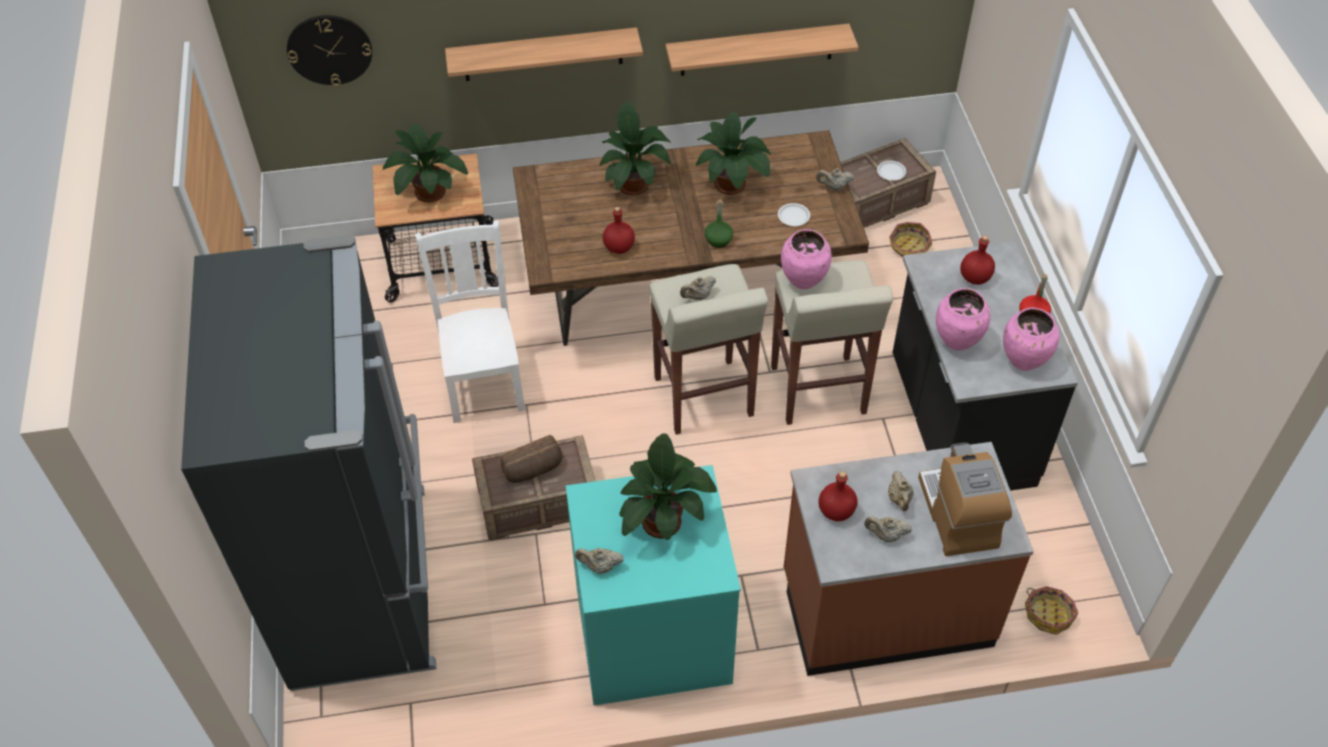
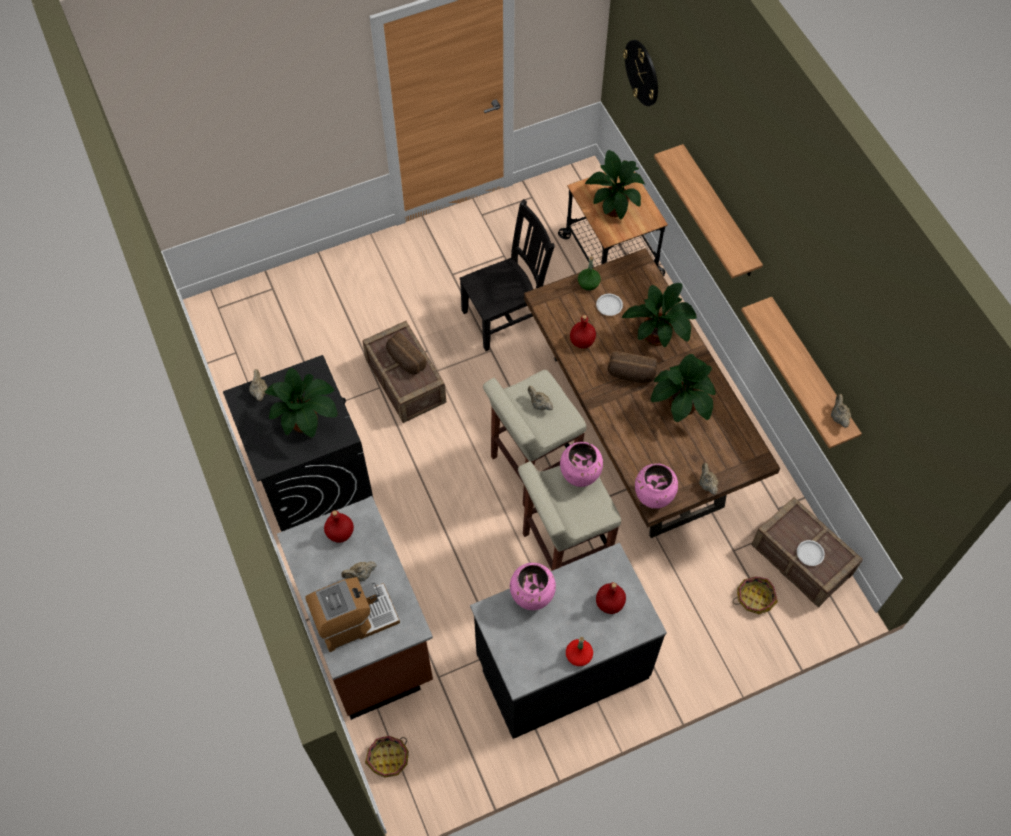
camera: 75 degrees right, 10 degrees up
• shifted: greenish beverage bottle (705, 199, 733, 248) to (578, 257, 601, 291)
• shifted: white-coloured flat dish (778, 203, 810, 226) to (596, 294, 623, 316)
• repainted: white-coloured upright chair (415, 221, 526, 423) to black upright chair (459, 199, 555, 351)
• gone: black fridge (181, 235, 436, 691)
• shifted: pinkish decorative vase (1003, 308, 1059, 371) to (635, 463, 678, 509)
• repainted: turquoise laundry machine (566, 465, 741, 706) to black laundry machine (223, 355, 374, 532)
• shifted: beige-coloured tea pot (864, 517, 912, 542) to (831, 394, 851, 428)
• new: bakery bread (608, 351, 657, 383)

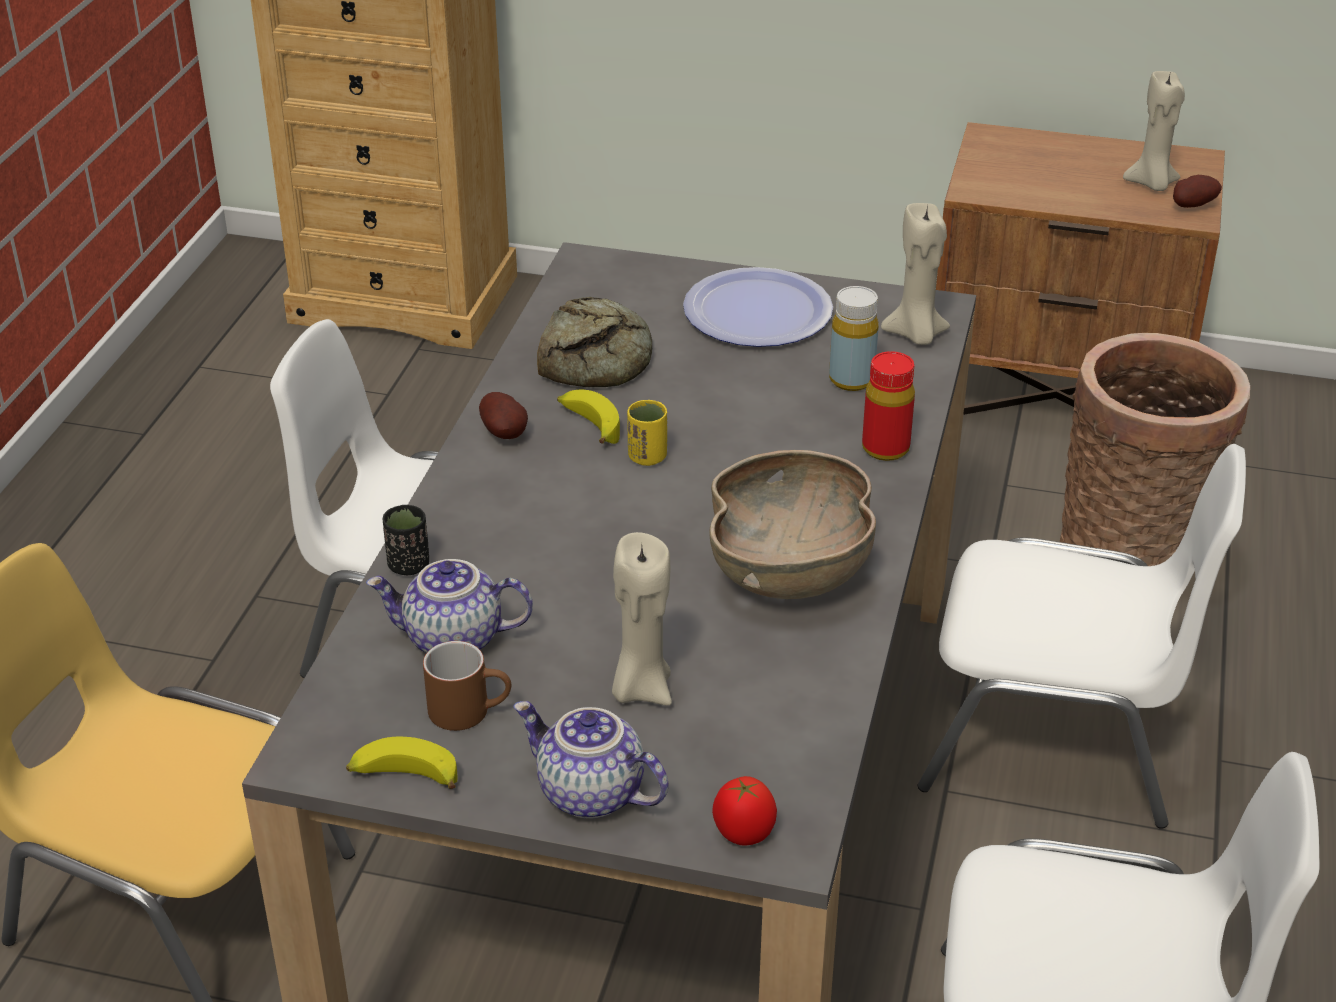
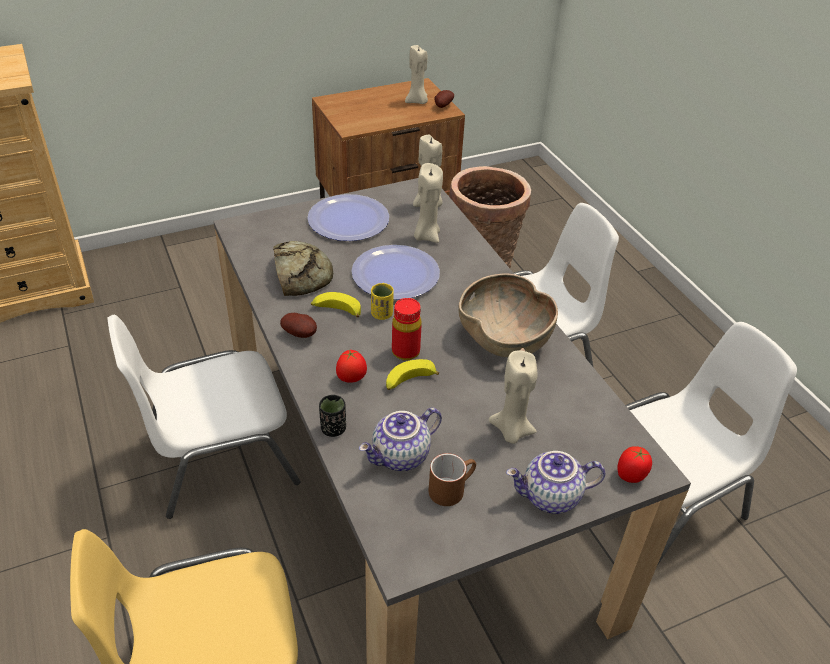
camera: 40 degrees left, 5 degrees up
• swapped: yellowish beverage bottle (829, 286, 879, 391) to beige-coloured wax light (414, 163, 443, 243)
• shifted: reddish beverage bottle (862, 351, 915, 461) to (392, 298, 422, 361)
• shifted: banana fruit (346, 737, 458, 789) to (386, 359, 439, 390)
• new: flat dish (351, 245, 440, 300)
• new: tomato (336, 349, 367, 383)

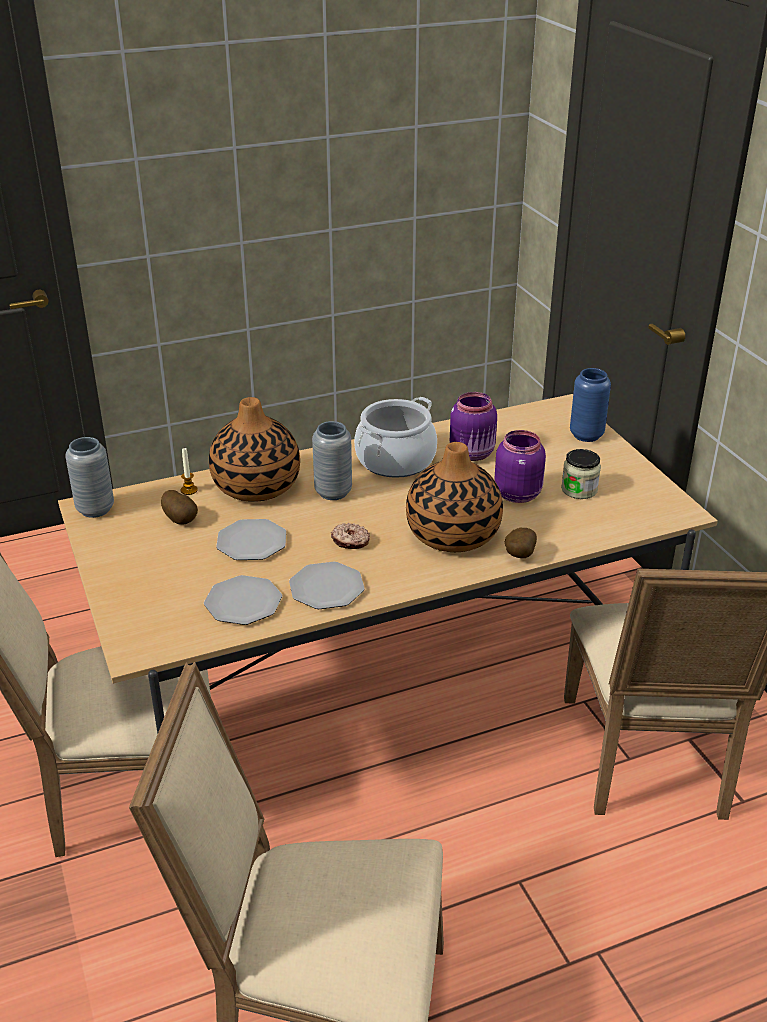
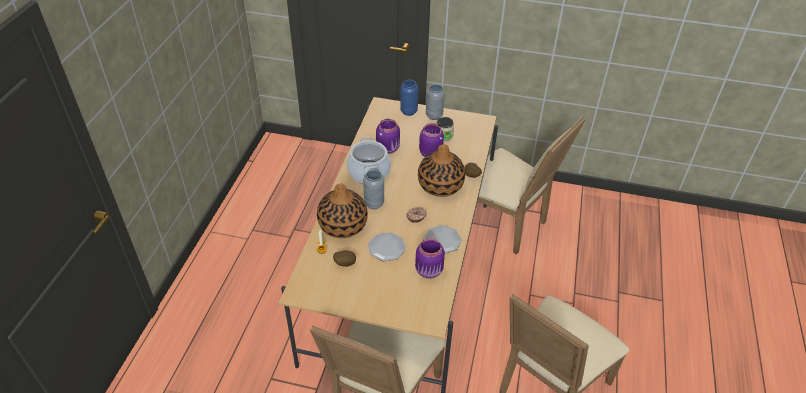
camera: 55 degrees left, 10 degrees up
• shifted: gray decorative vase (65, 437, 114, 518) to (426, 84, 445, 120)
• swapped: flat dish (204, 575, 282, 625) to purplish preserve jar (415, 238, 445, 279)

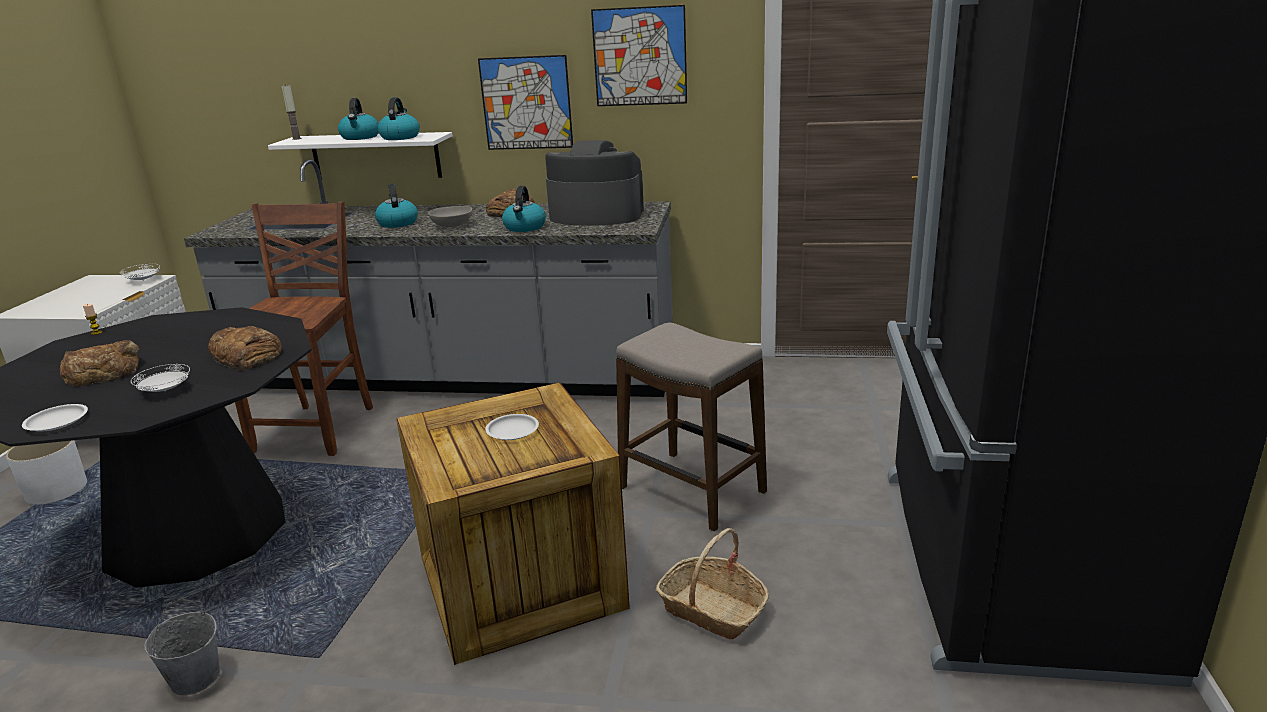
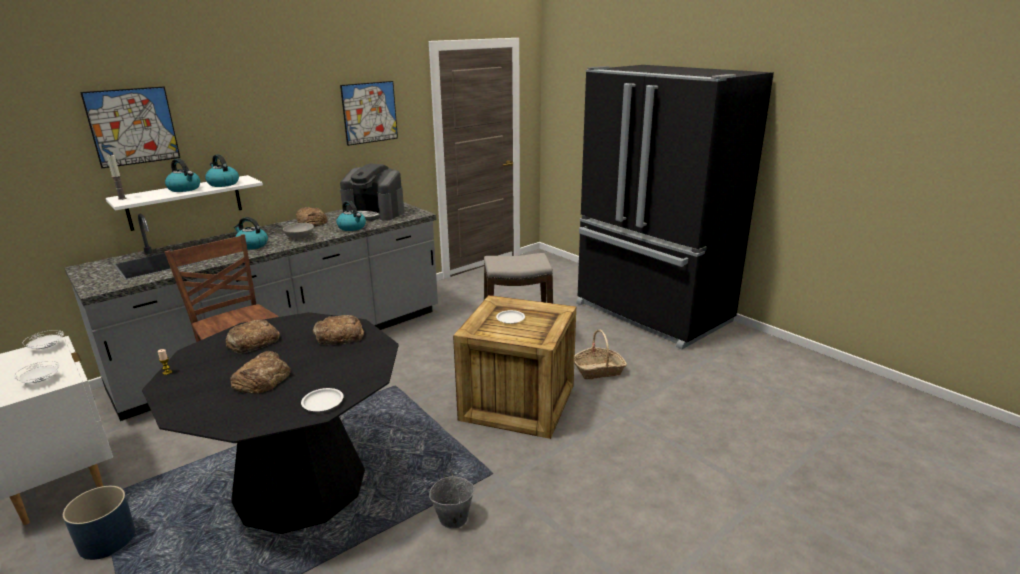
camera: 50 degrees left, 0 degrees up
• shifted: wall art (478, 55, 573, 150) to (80, 86, 180, 168)
• rotated: coffee maker (545, 140, 644, 225) = (340, 163, 404, 221) 120 degrees counterclockwise
• shifted: white-coloured flat dish (131, 364, 190, 392) to (14, 361, 59, 383)
• repainted: white-coloured flower pot (6, 440, 87, 505) to bluish flower pot (63, 486, 135, 560)
• new: bakery bread (226, 319, 280, 354)

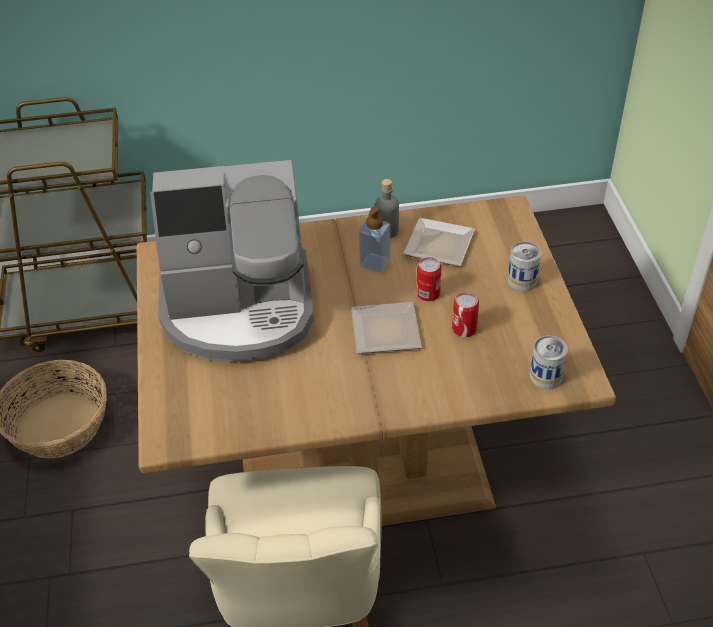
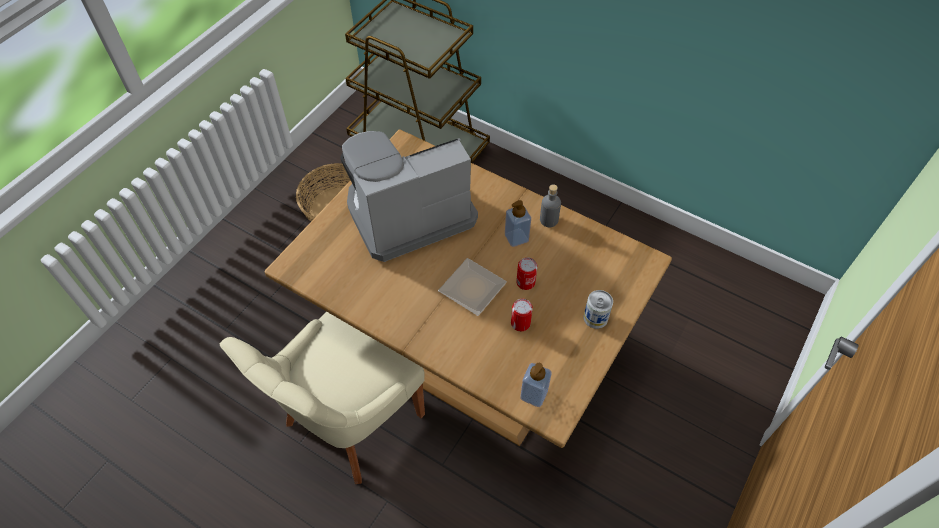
camera: 40 degrees right, 10 degrees up
• rotated: coffee maker (150, 160, 314, 362) = (340, 131, 478, 262) 120 degrees clockwise
• gone: flat dish (403, 218, 475, 266)
• swapped: can (530, 336, 568, 389) to soap bottle (520, 363, 552, 407)

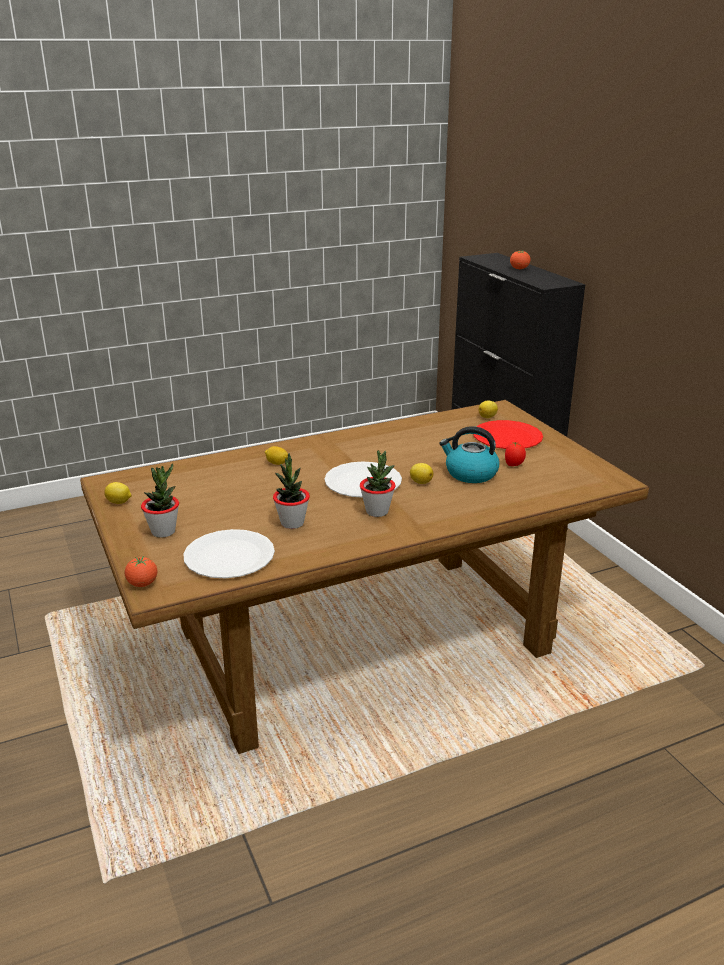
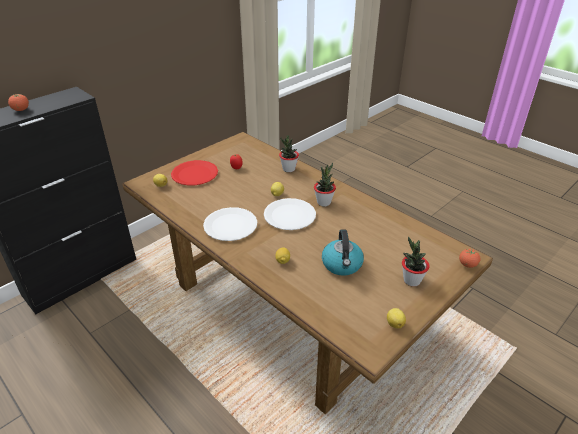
camera: 110 degrees left, 10 degrees up
• shifted: tea kettle (439, 426, 500, 483) to (322, 229, 364, 276)
• shifted: potted plant (273, 453, 310, 529) to (279, 135, 299, 172)
• shifted: white-coloured flat dish (183, 529, 275, 578) to (203, 207, 257, 241)

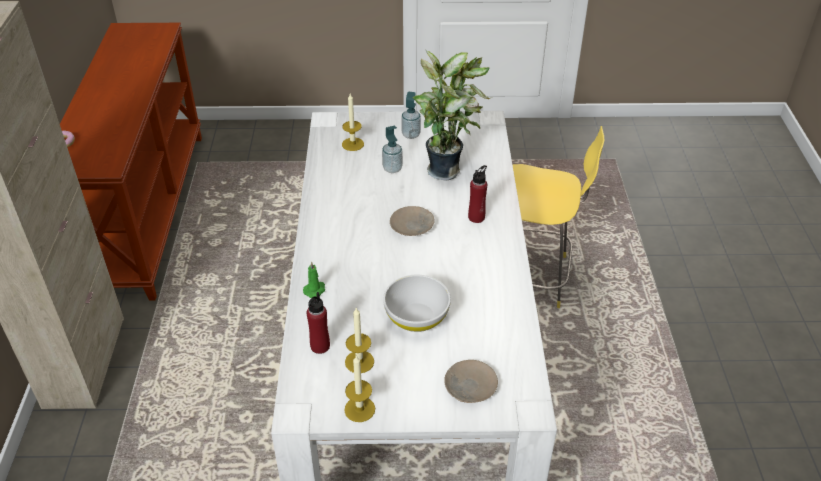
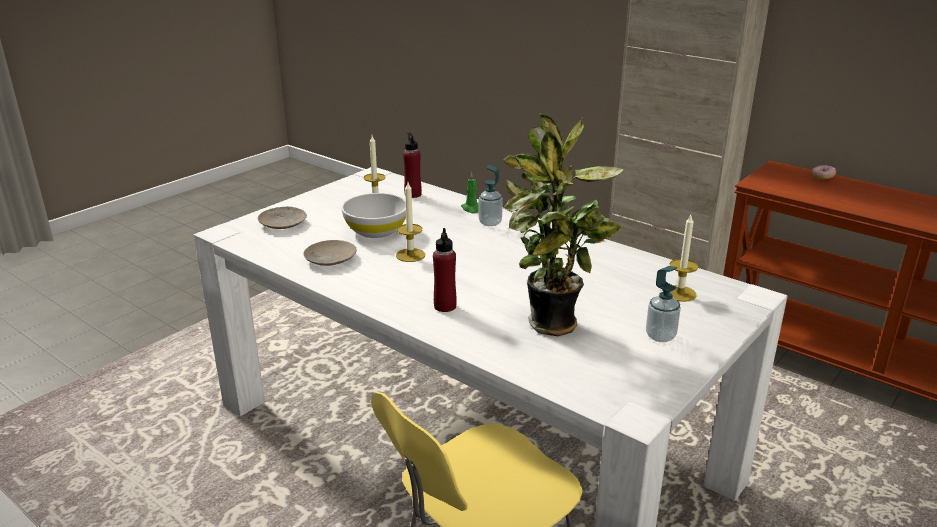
camera: 130 degrees right, 15 degrees down
• shifted: soap bottle (382, 126, 403, 173) to (479, 165, 503, 226)
• shifted: beige-coloured flat dish (390, 206, 435, 236) to (303, 240, 357, 266)
• shifted: wax light (344, 355, 375, 422) to (396, 182, 425, 262)

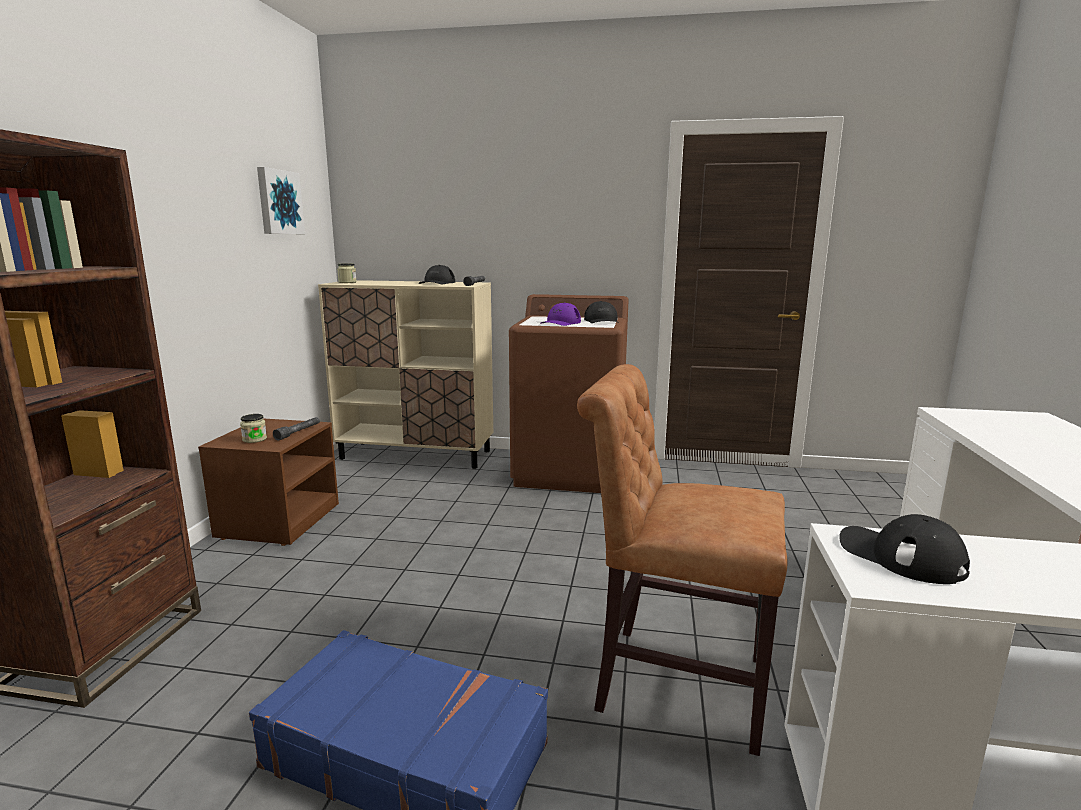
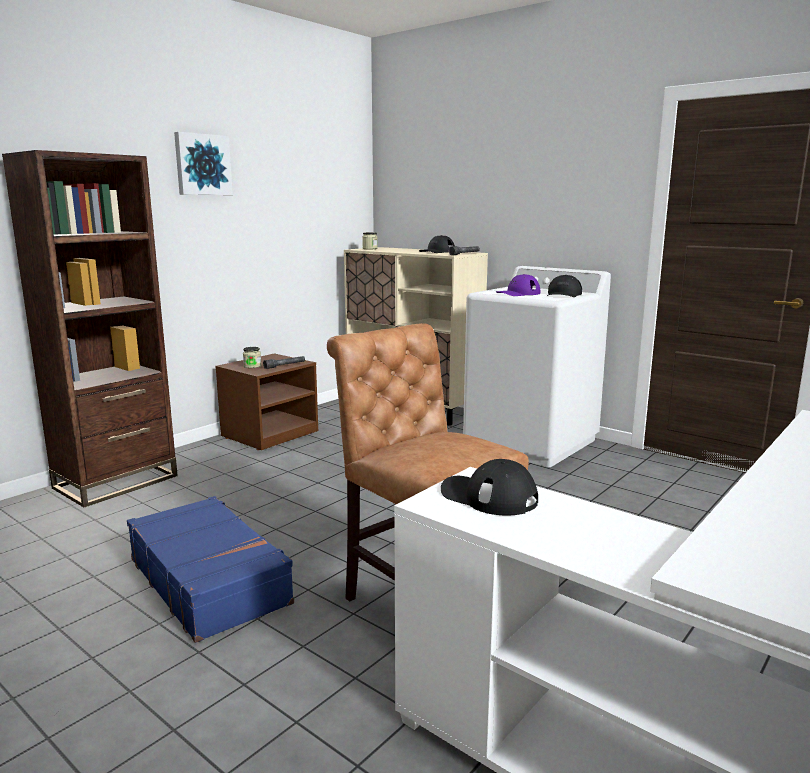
camera: 30 degrees right, 0 degrees up
• shifted: wall art (257, 167, 305, 234) to (174, 132, 233, 195)
• repainted: brown laundry machine (509, 294, 629, 493) to white-coloured laundry machine (463, 266, 611, 467)
• rotated: black cap (839, 514, 970, 584) = (441, 459, 538, 515) 45 degrees counterclockwise

